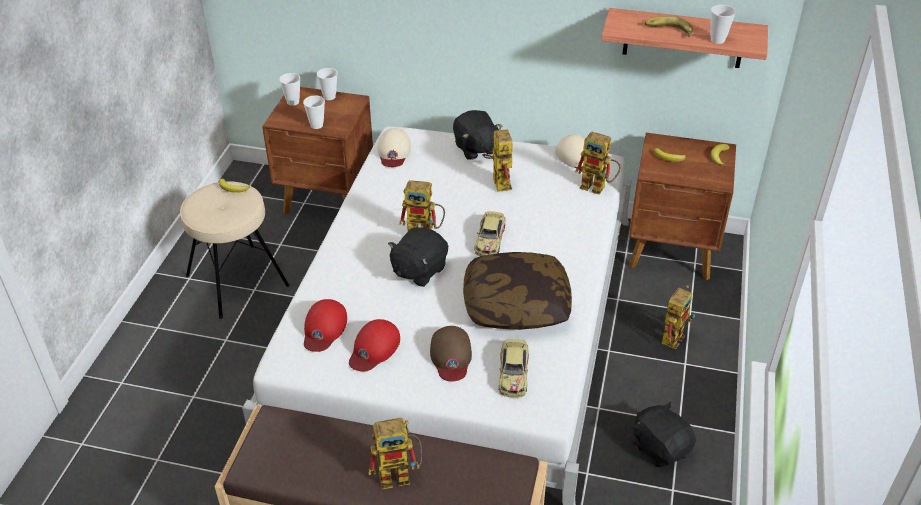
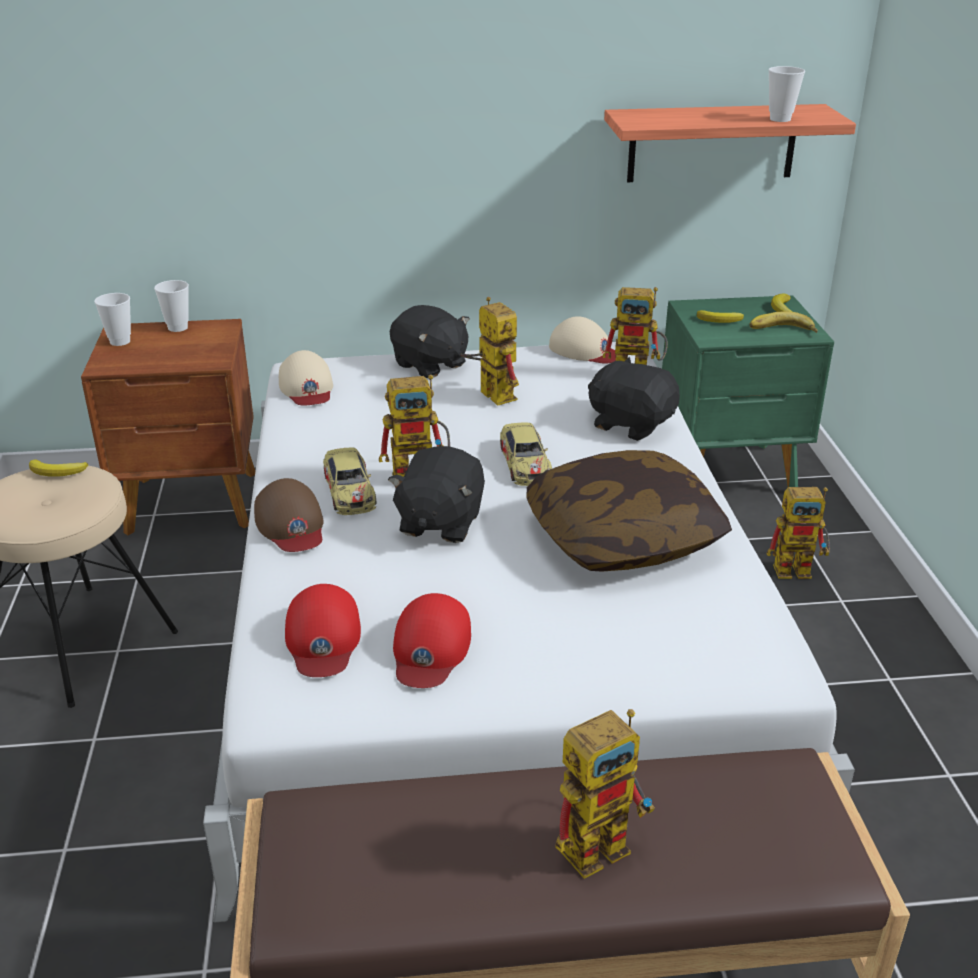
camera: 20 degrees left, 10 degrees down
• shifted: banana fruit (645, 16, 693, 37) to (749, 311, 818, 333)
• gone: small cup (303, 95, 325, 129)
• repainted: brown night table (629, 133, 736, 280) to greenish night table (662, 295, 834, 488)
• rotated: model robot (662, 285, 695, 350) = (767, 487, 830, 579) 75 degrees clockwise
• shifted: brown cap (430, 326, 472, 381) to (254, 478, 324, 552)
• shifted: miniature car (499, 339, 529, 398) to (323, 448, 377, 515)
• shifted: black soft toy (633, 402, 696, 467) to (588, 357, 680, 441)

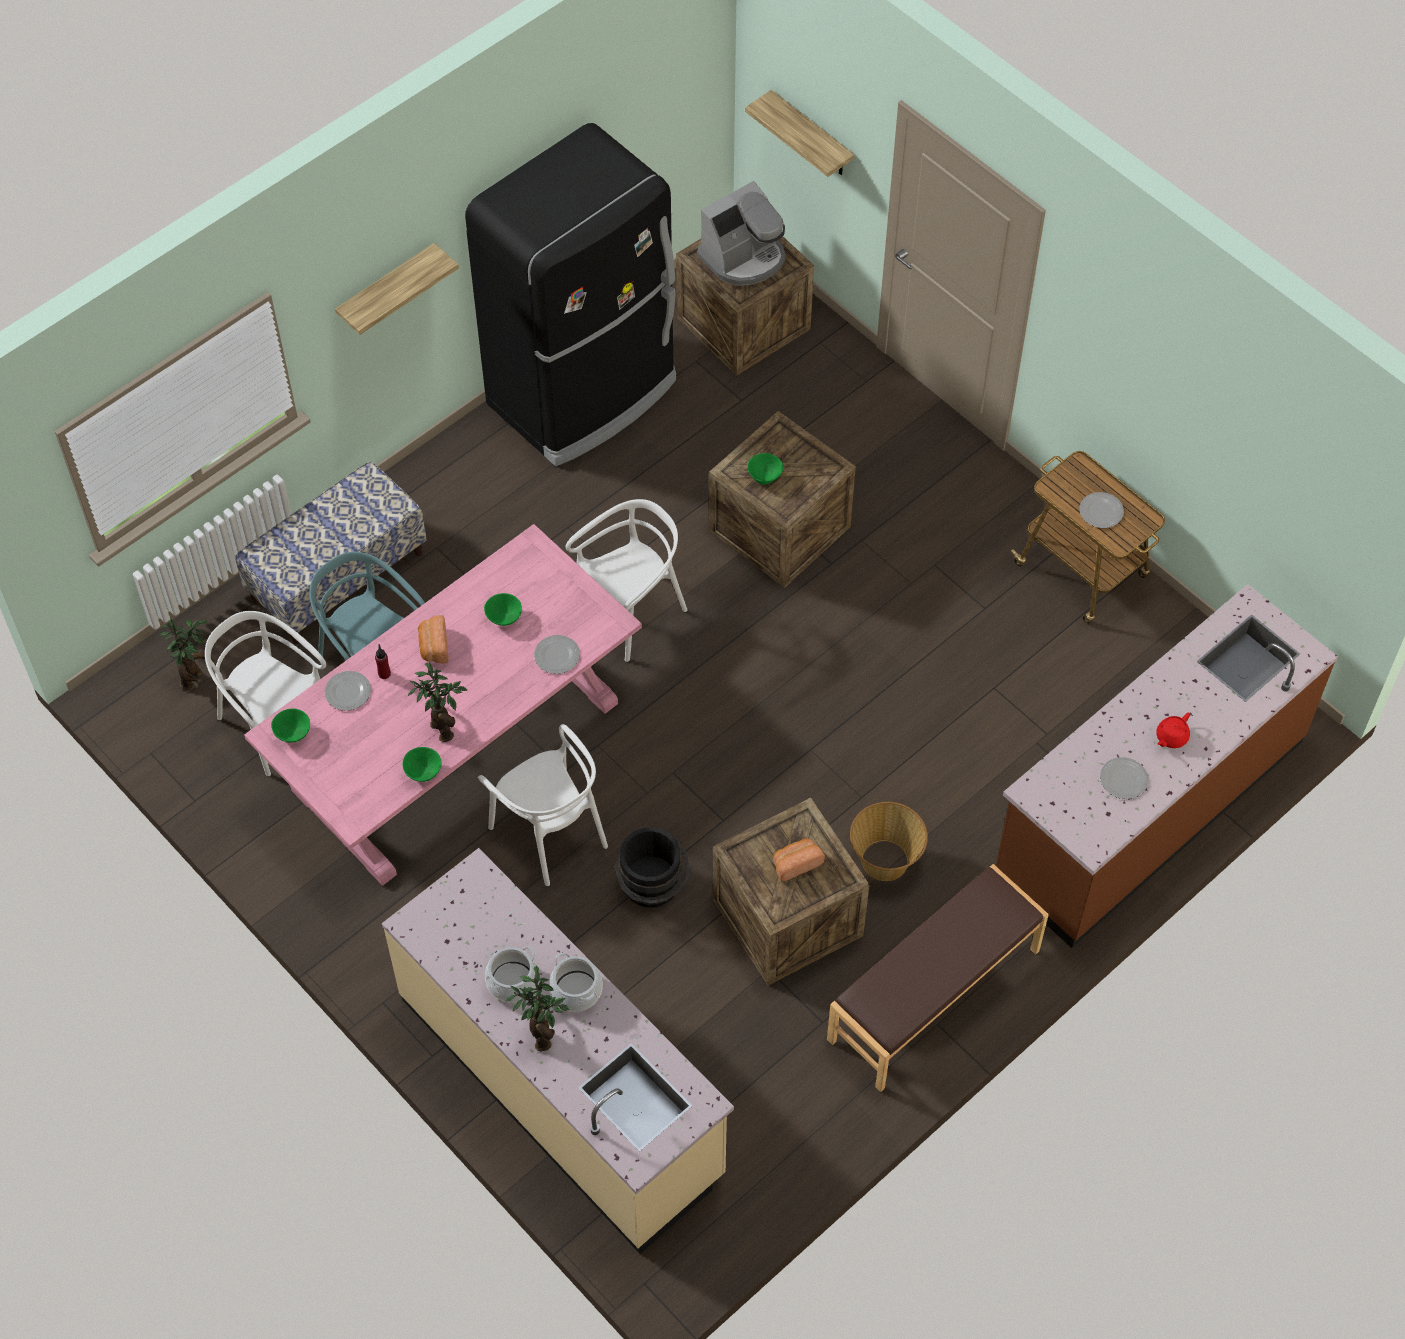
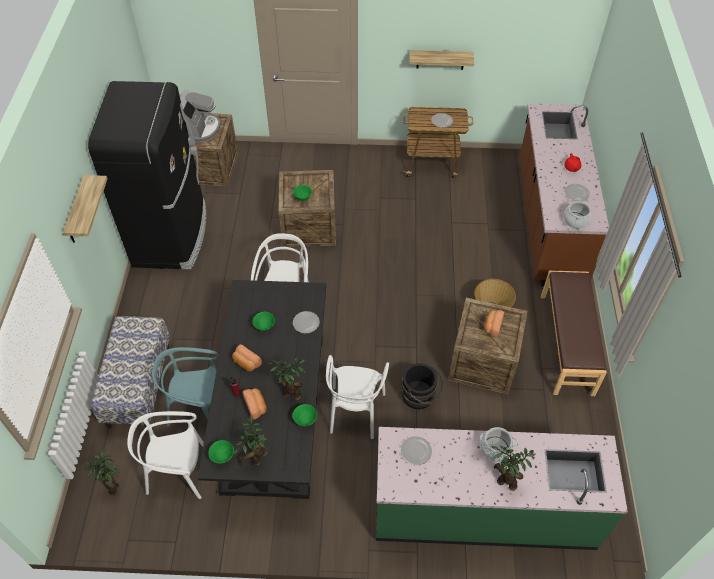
camera: 45 degrees left, 5 degrees down
• shifted: bracket shelf (745, 90, 855, 177) to (409, 50, 474, 70)
• repainted: pinkish dining table (244, 524, 642, 886) to black dining table (198, 280, 326, 499)
• shifted: flat dish (324, 671, 371, 711) to (401, 436, 432, 465)
• rotated: white-coloured upright chair (478, 724, 608, 886) = (326, 355, 389, 439) 90 degrees clockwise
• repainted: beige-coloured kitchen counter (382, 848, 734, 1254) to greenish kitchen counter (376, 427, 628, 550)
• shifted: stockpot (485, 947, 537, 1002) to (564, 198, 591, 228)
• new: bakery bread (242, 388, 267, 420)
• new: potted plant (233, 415, 267, 466)

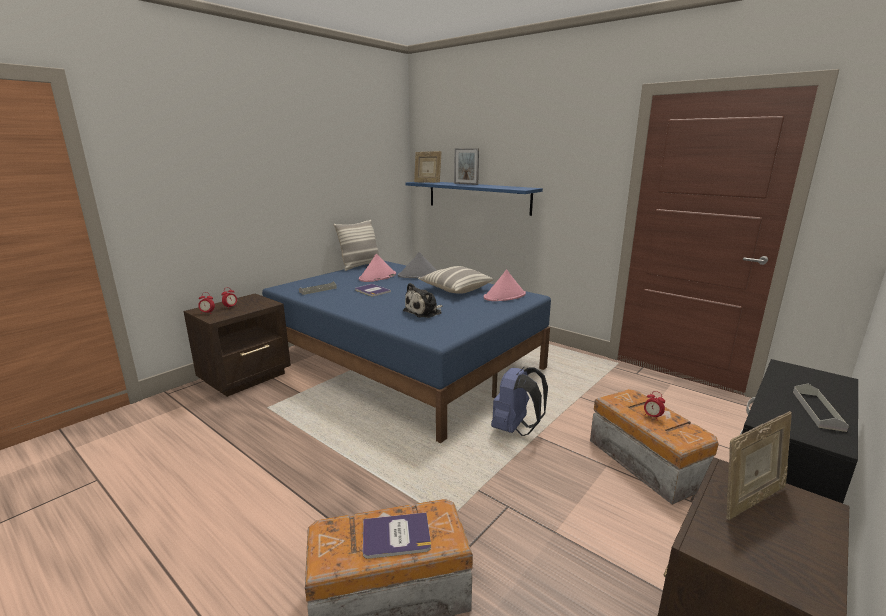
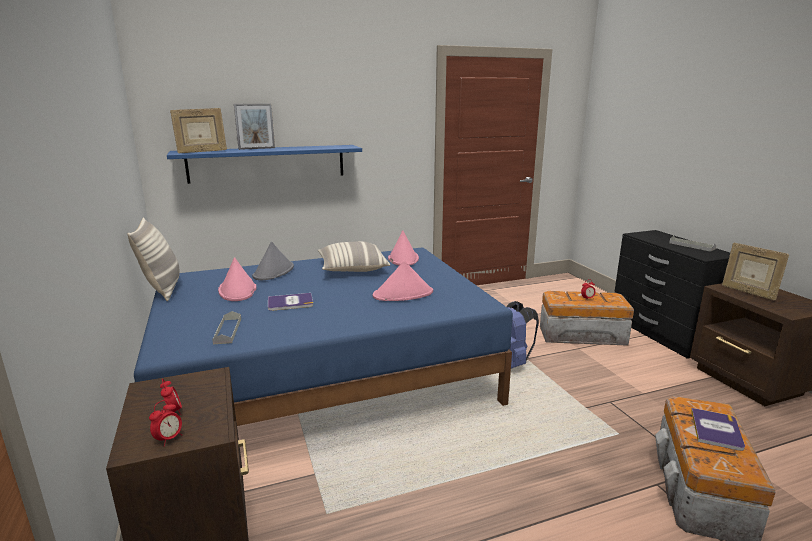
camera: 60 degrees left, 0 degrees up
• swapped: soft toy (403, 283, 442, 318) to pinkish hat (373, 261, 433, 301)
• rotated: picture frame (726, 411, 792, 520) = (722, 243, 789, 300) 150 degrees clockwise

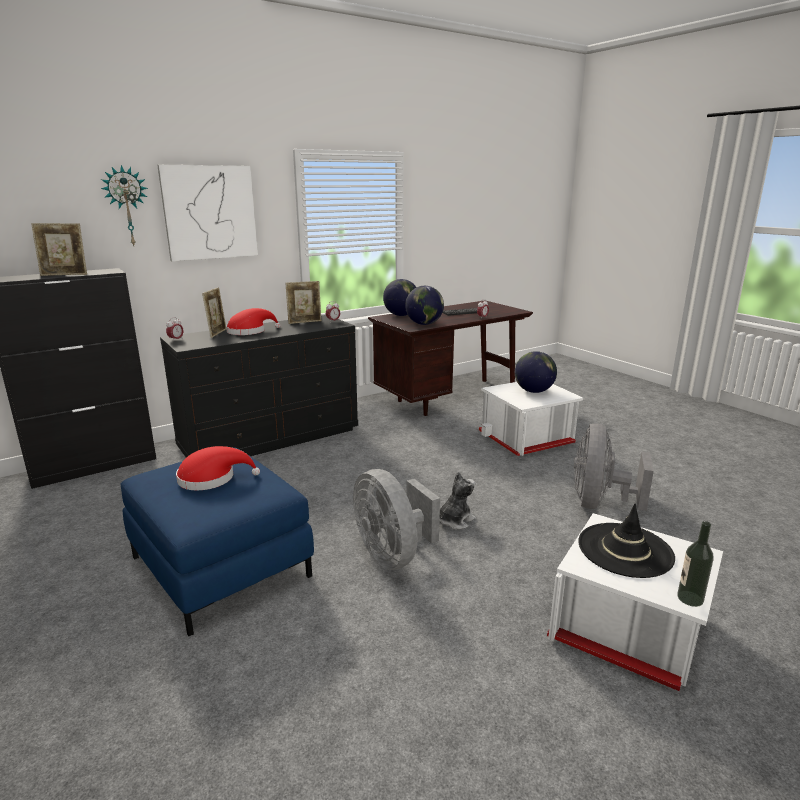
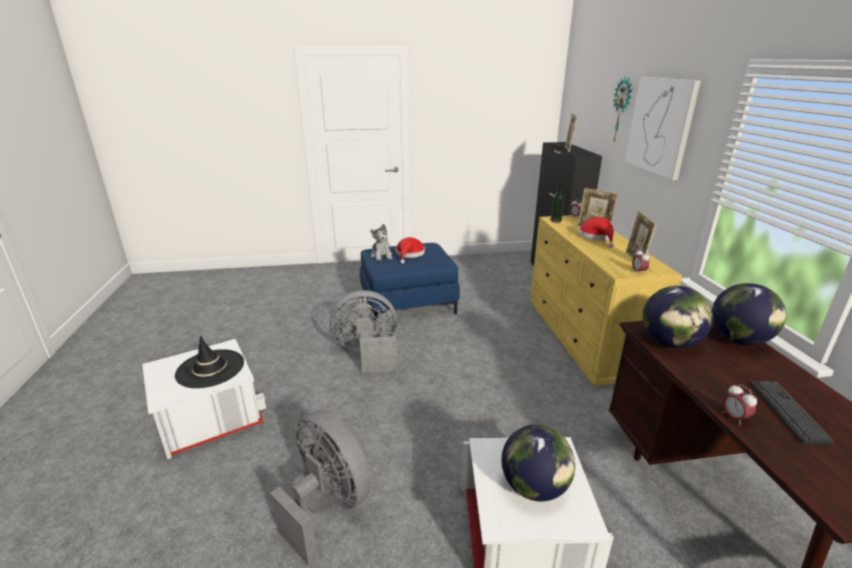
camera: 115 degrees right, 5 degrees up
• repainted: black dresser (160, 315, 358, 457) to yellowish dresser (530, 215, 682, 386)
• shifted: soft toy (439, 471, 476, 530) to (370, 224, 392, 261)
• shifted: beverage bottle (677, 521, 714, 607) to (551, 181, 565, 223)

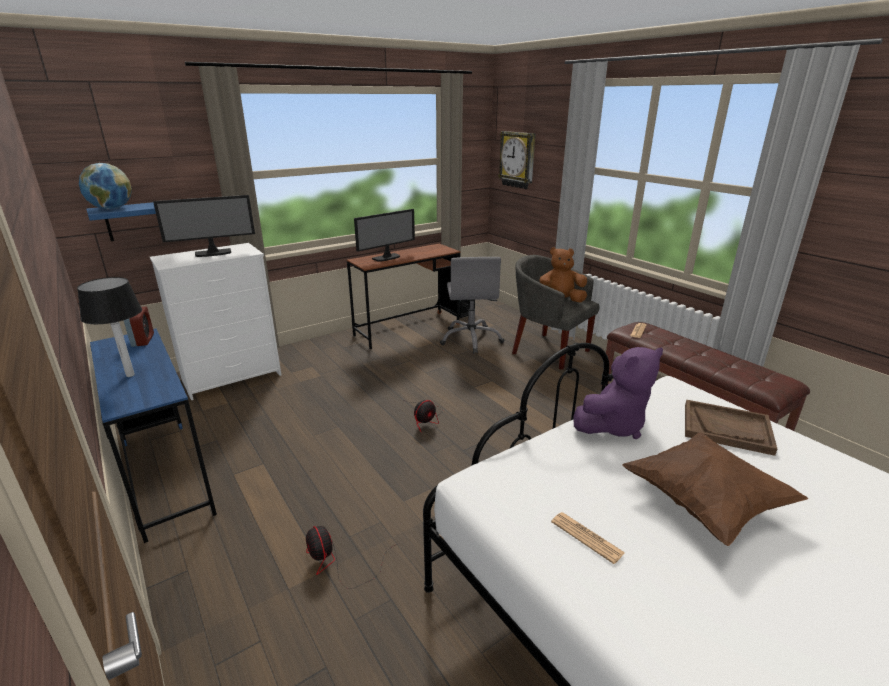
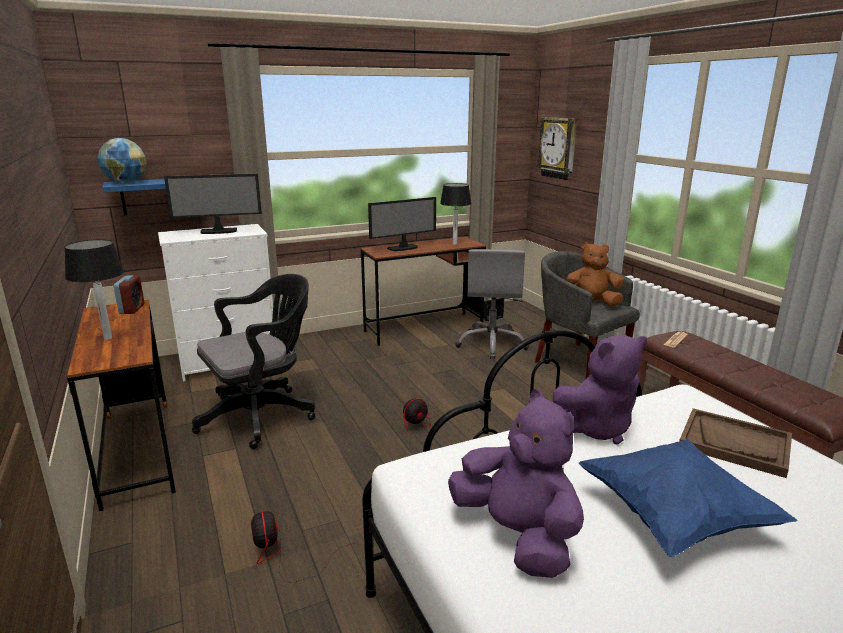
camera: 10 degrees right, 5 degrees down
• repainted: bluish desk (90, 329, 217, 543) to brown desk (67, 300, 176, 511)
• repainted: brown cushion (622, 433, 808, 546) to bluish cushion (578, 439, 798, 557)
• swapped: daily paper (551, 512, 625, 564) to purplish soft toy (448, 389, 584, 578)
• new: lamp for a table (440, 183, 472, 245)
• new: black computer chair (192, 274, 315, 449)

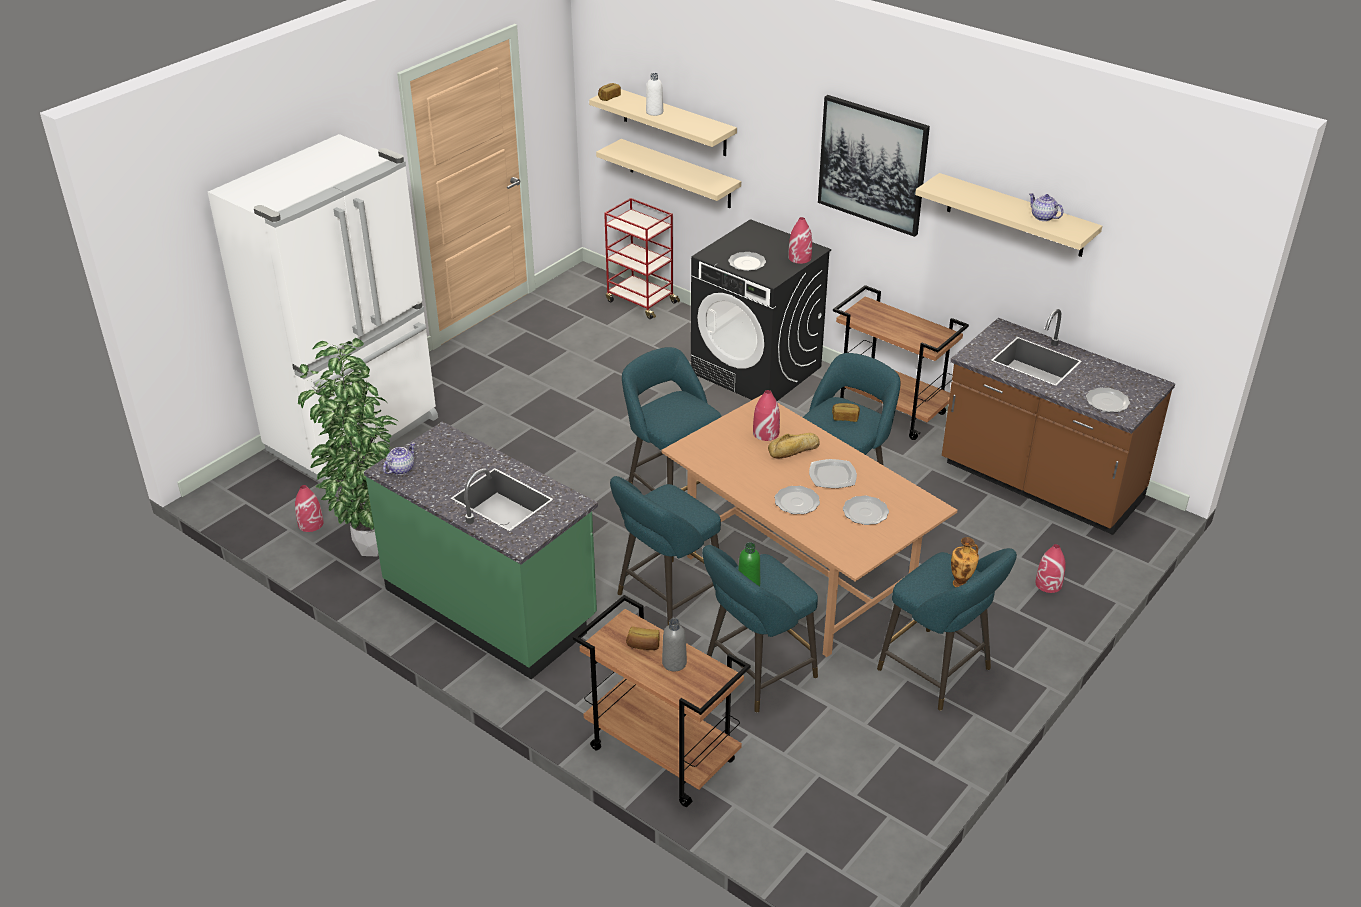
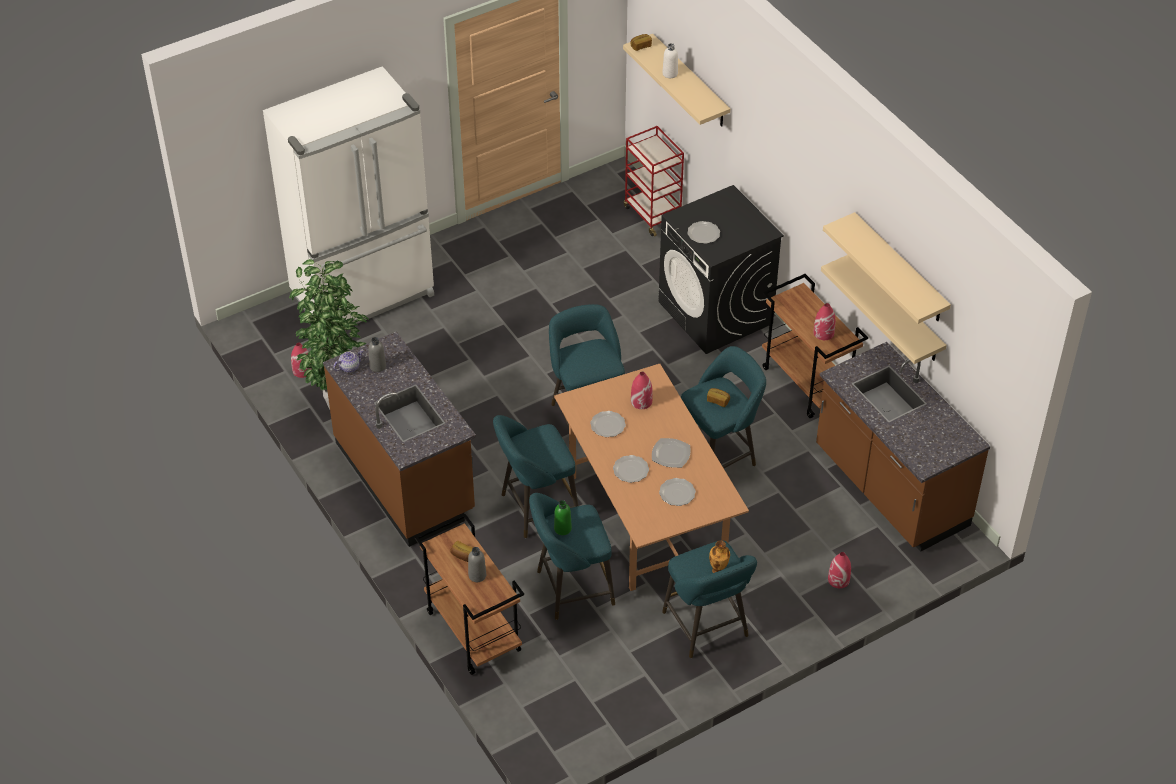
camera: 20 degrees right, 10 degrees up
• gone: wall art (818, 95, 930, 237)
• shifted: beige-coloured bracket shelf (596, 139, 741, 208) to (821, 255, 947, 364)
• gone: tea pot (1029, 193, 1063, 221)
• shifted: reddish decorative vase (788, 217, 812, 264) to (813, 303, 836, 340)
• shifted: flat dish (1086, 388, 1130, 412) to (590, 411, 626, 437)
• repainted: greenish kitchen counter (364, 421, 598, 679) to brown kitchen counter (323, 331, 476, 547)
• gone: bakery bread (768, 433, 820, 459)
• new: gray beverage bottle (368, 337, 386, 372)

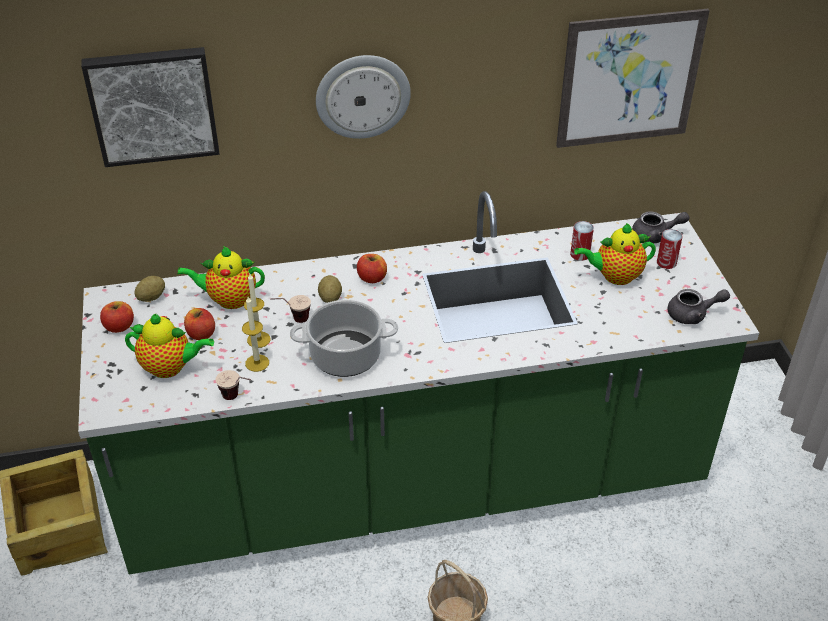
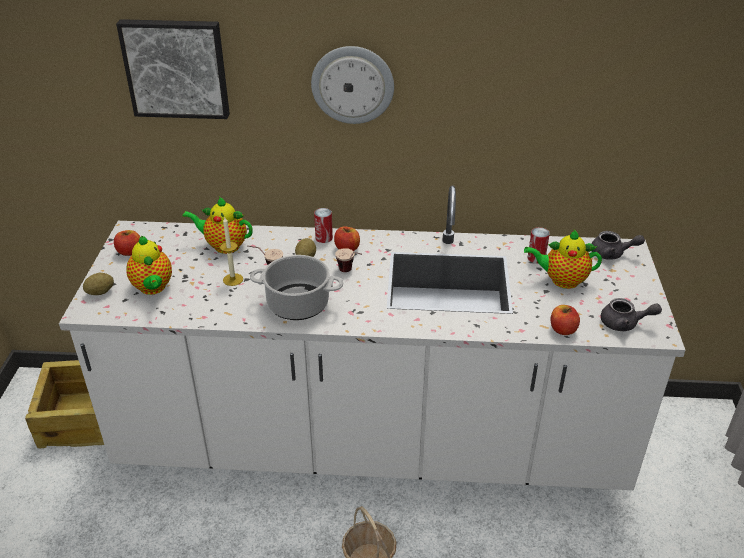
camera: 15 degrees right, 5 degrees down
• gone: wall art (556, 9, 710, 148)
• repainted: greenish kitchen counter (78, 191, 759, 574) to white-coloured kitchen counter (59, 185, 685, 490)
• shifted: can (657, 229, 683, 269) to (314, 208, 333, 243)
• shifted: whole potato (134, 276, 165, 302) to (83, 273, 114, 295)
• gone: wax light (242, 297, 269, 372)
• shifted: apple (184, 308, 215, 340) to (550, 305, 580, 335)
• rotated: tea pot (125, 314, 214, 378) = (126, 236, 172, 295) 45 degrees clockwise
• shifted: small cup (216, 370, 251, 400) to (335, 248, 362, 272)

